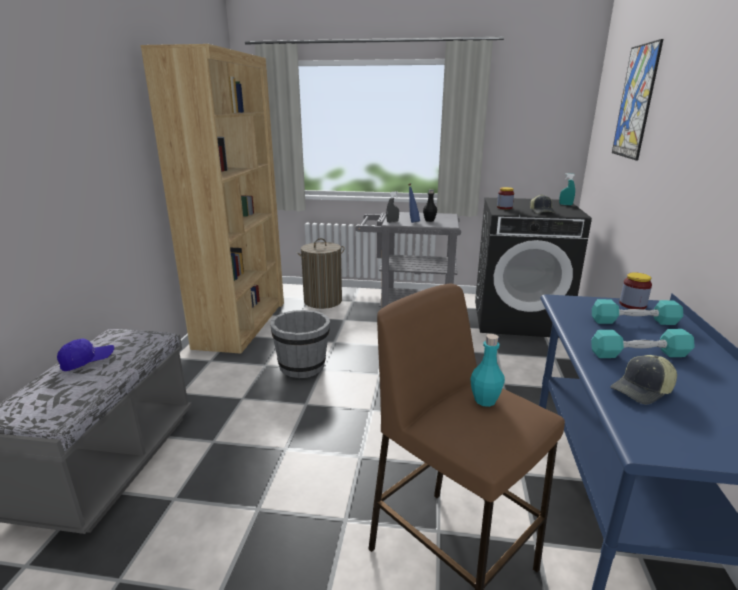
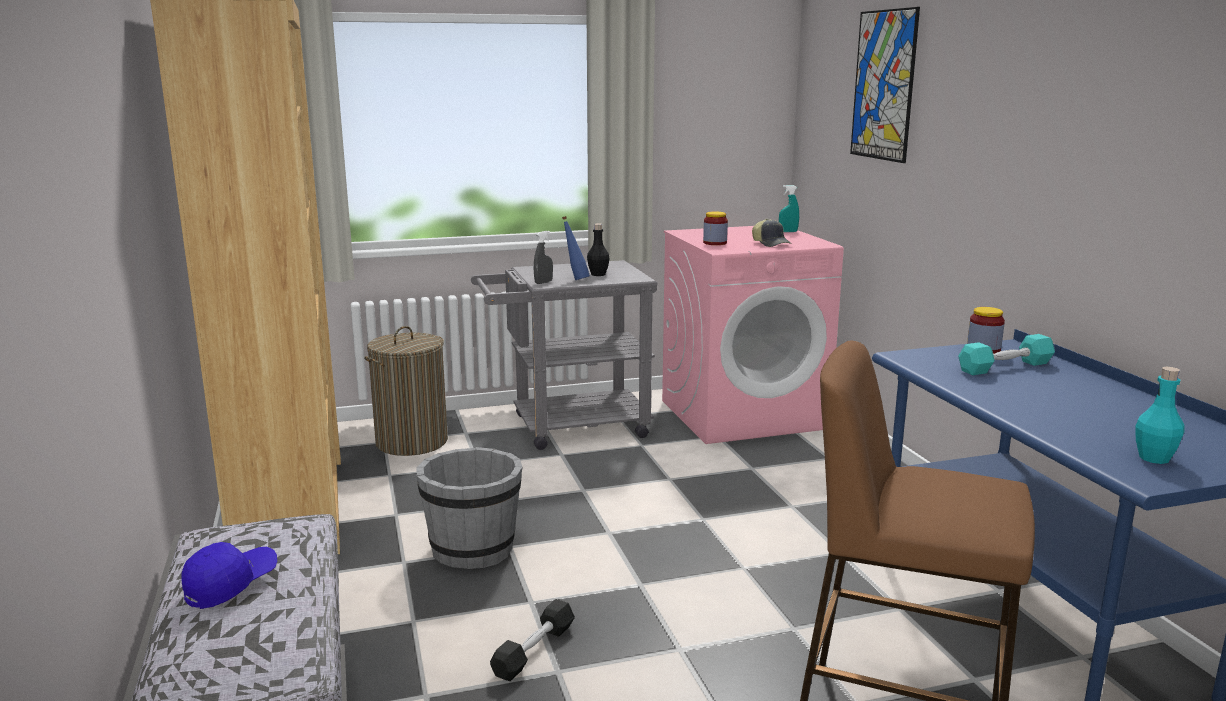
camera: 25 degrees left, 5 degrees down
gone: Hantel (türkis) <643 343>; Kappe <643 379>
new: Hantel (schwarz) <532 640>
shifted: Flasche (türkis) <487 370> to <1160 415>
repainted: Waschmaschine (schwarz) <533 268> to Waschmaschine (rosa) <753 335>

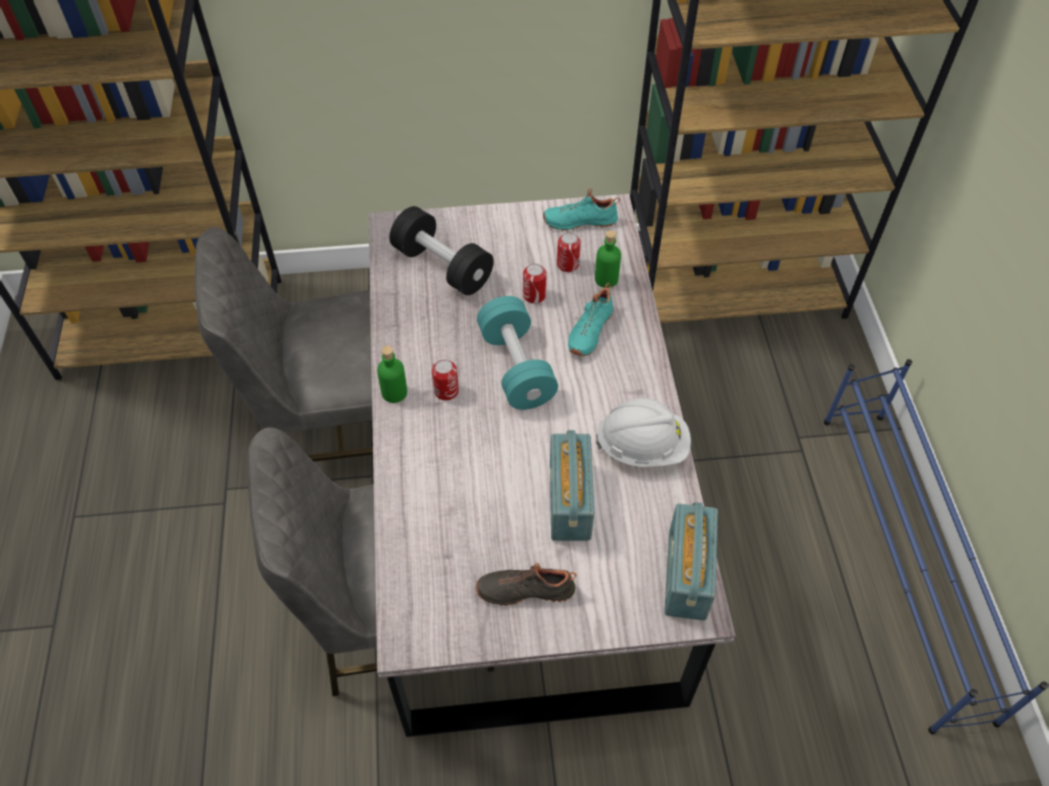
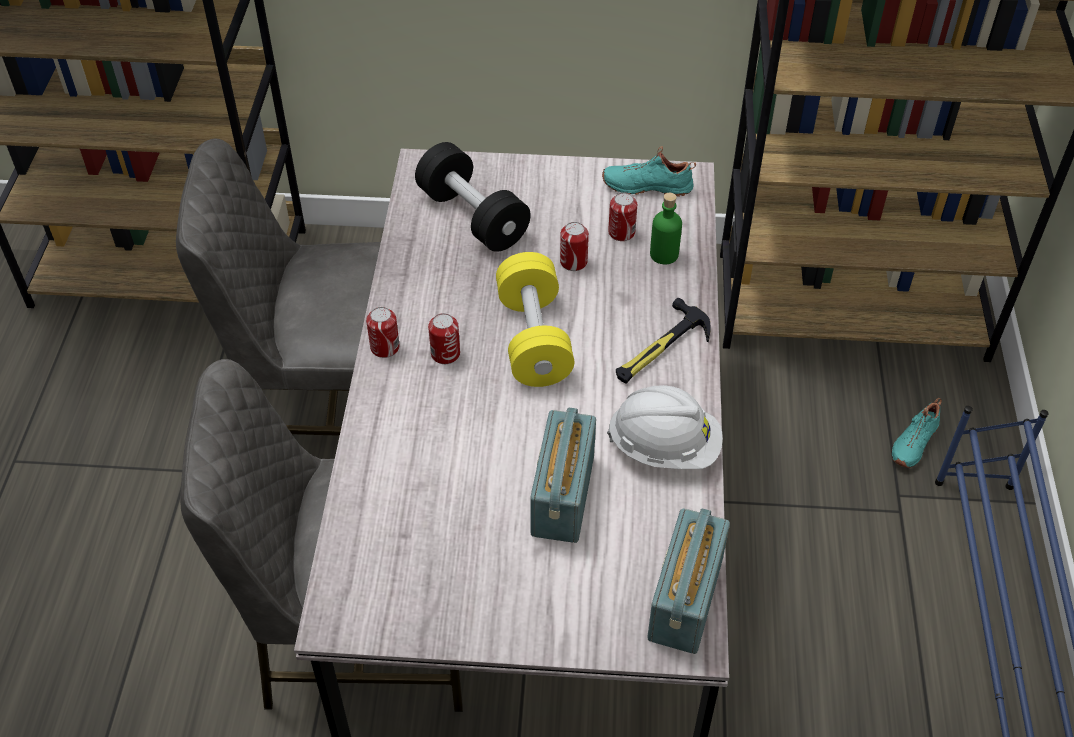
camera: 10 degrees right, 5 degrees down
gone: Schuh (schwarz) <526 584>
new: Hammer <663 341>
shifted: Schuh (türkis) <591 319> to <917 433>
swapped: Flasche (grün) <392 374> to Dose <383 332>
repainted: Hantel (türkis) <517 353> to Hantel (gelb) <535 319>

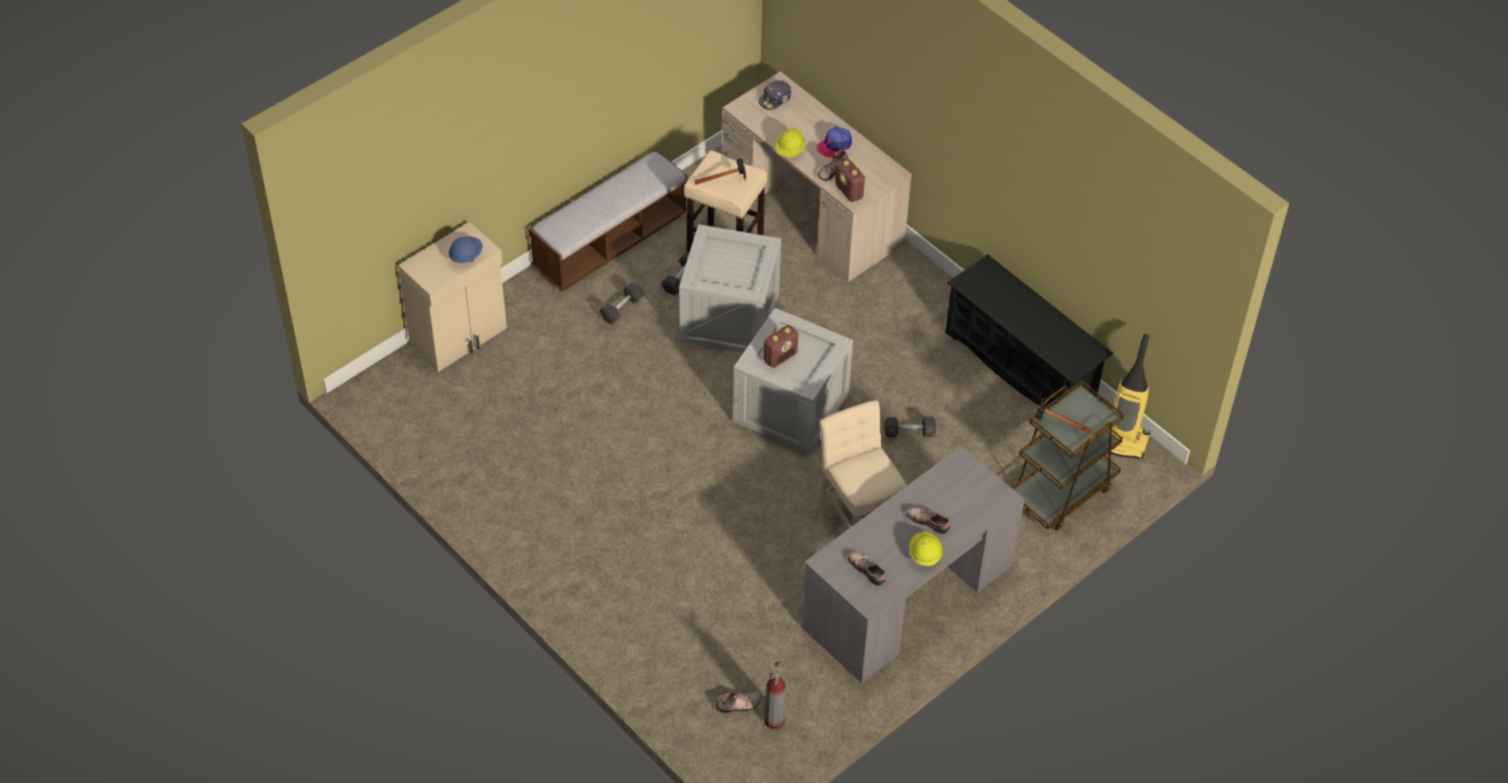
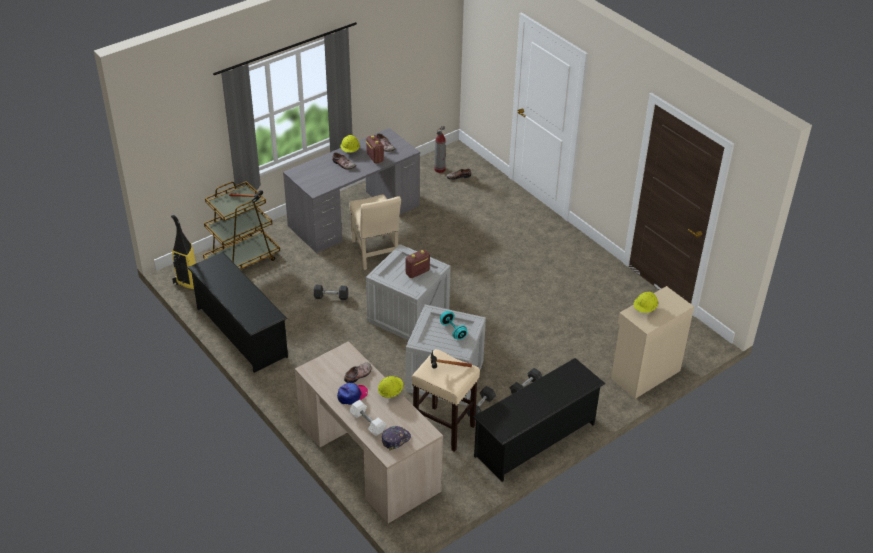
camera: 175 degrees left, 10 degrees down
new: Hantel (weiß) <367 418>; Hantel (türkis) <453 325>
shifted: Radio <850 180> to <374 149>
swapped: Bank <607 220> to Schuhregal (schwarz) <539 420>
repainted: Schutzhelm (blau) <466 249> to Schutzhelm (gelb) <646 302>

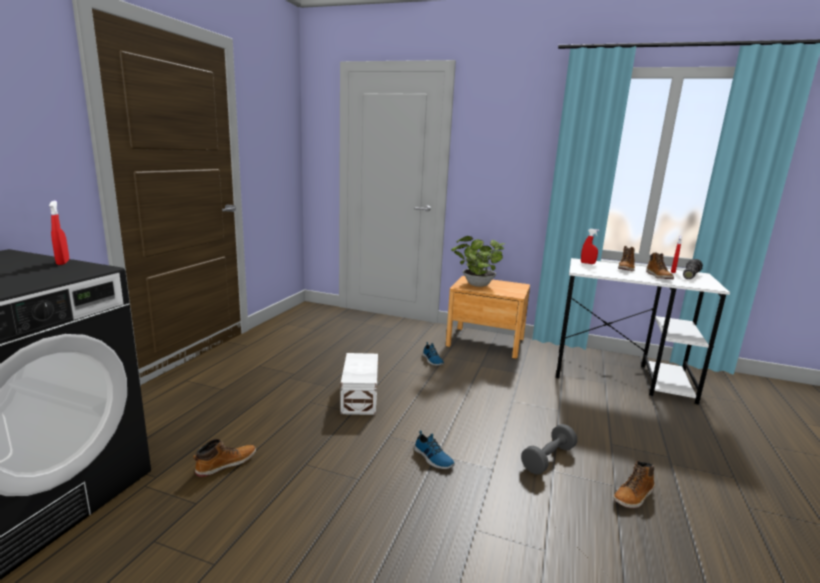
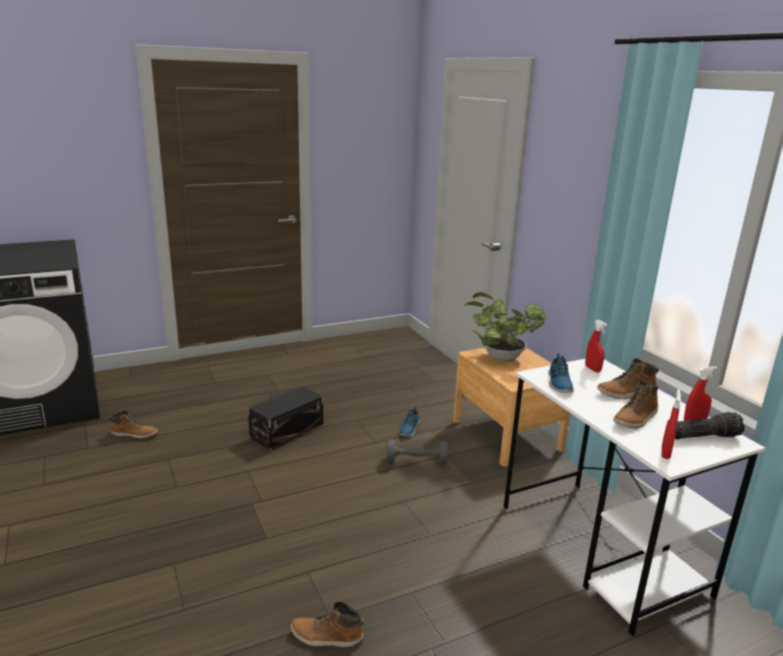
camera: 45 degrees right, 5 degrees up
shifted: Sprühflasche (rot) <59 232> to <671 424>; Schuh <434 449> to <561 373>; Hantel (grau) <549 449> to <417 452>
repainted: Aufbewahrungsbox (weiß) <359 384> to Aufbewahrungsbox (schwarz) <285 418>

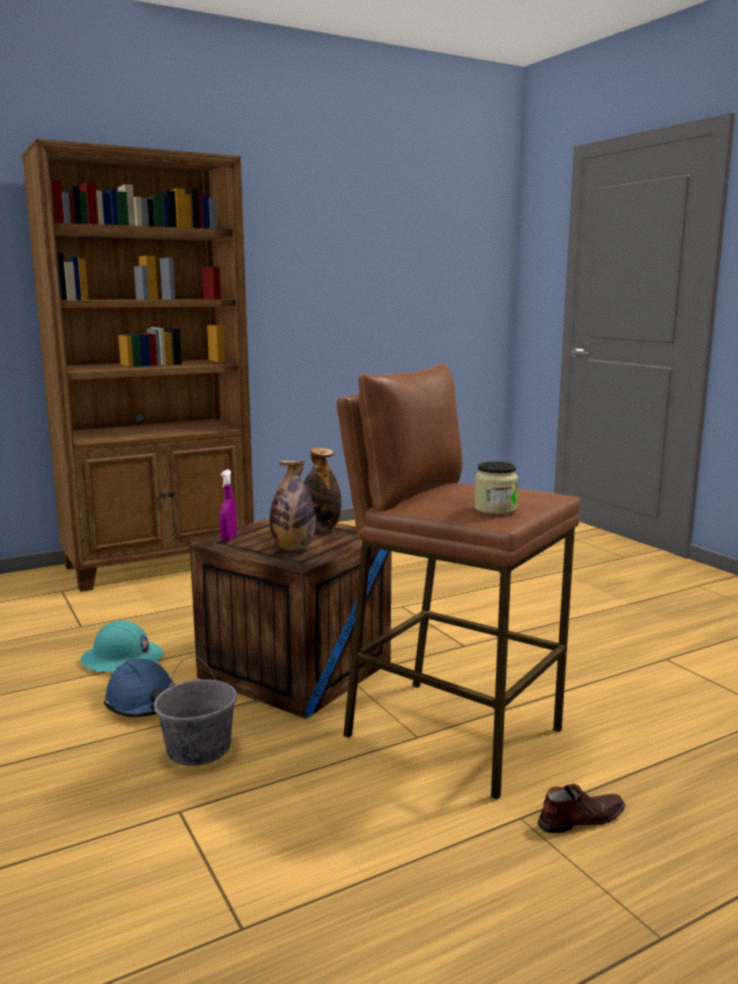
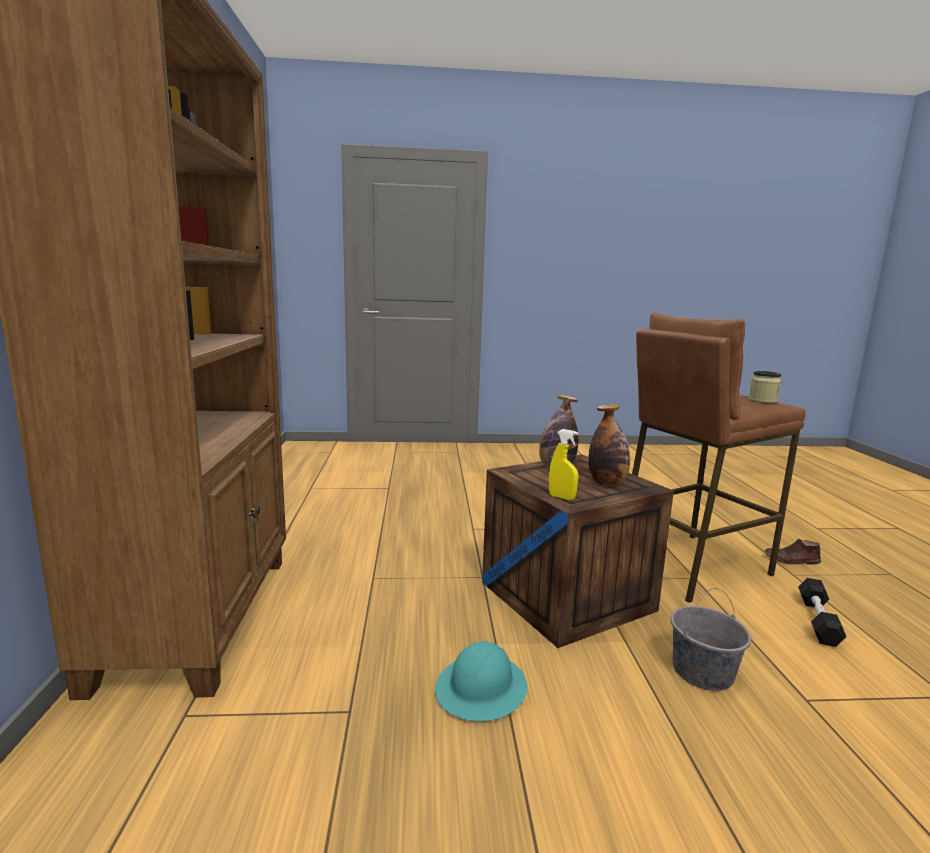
camera: 65 degrees left, 0 degrees up
gone: Schutzhelm (blau) <139 687>
new: Hantel (schwarz) <822 612>
repainted: Sprühflasche (lila) <228 505> to Sprühflasche (gelb) <563 464>
rotated: Schuh (braun) <581 808> = <792 552> 90 degrees counterclockwise

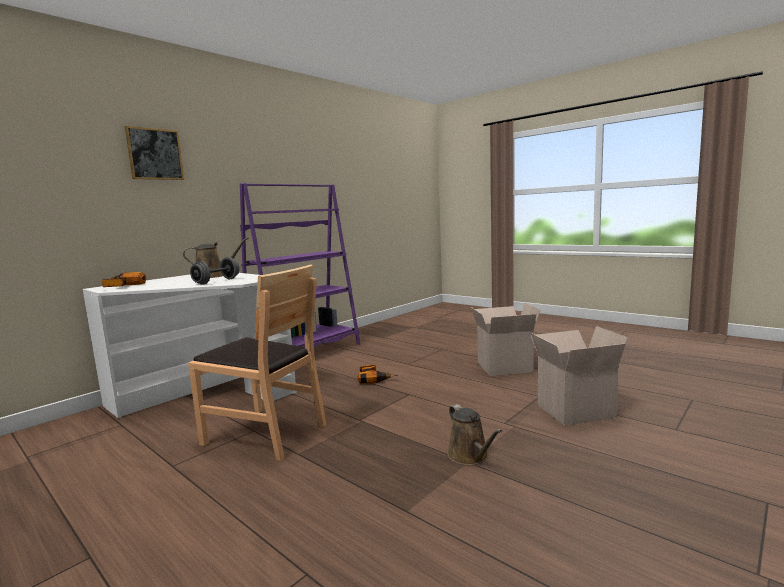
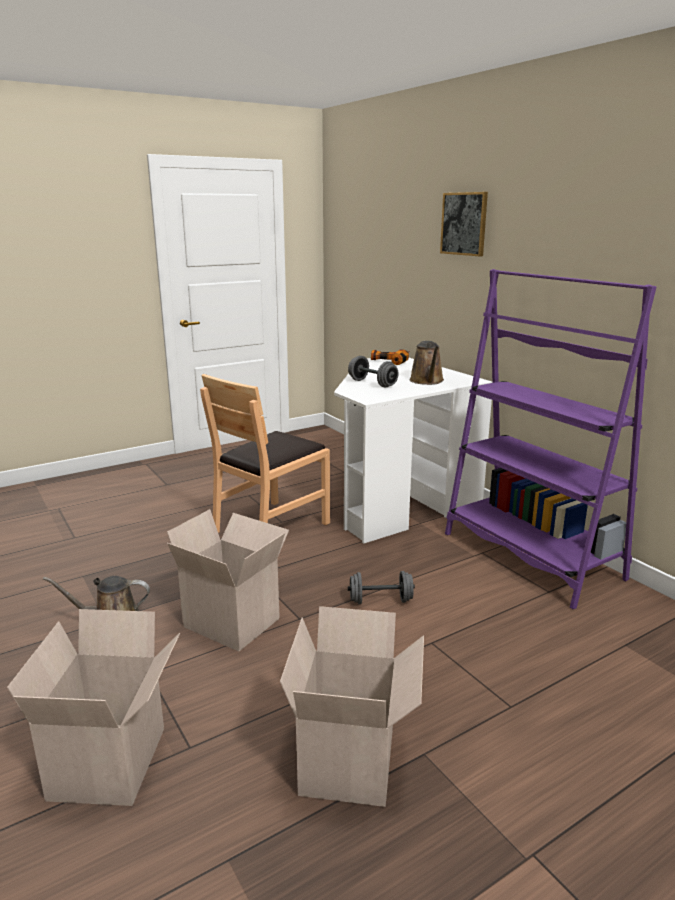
camera: 105 degrees right, 10 degrees up
new: Karton <228 580>
swapped: Bohrmaschine <378 374> to Hantel (grau) <381 587>

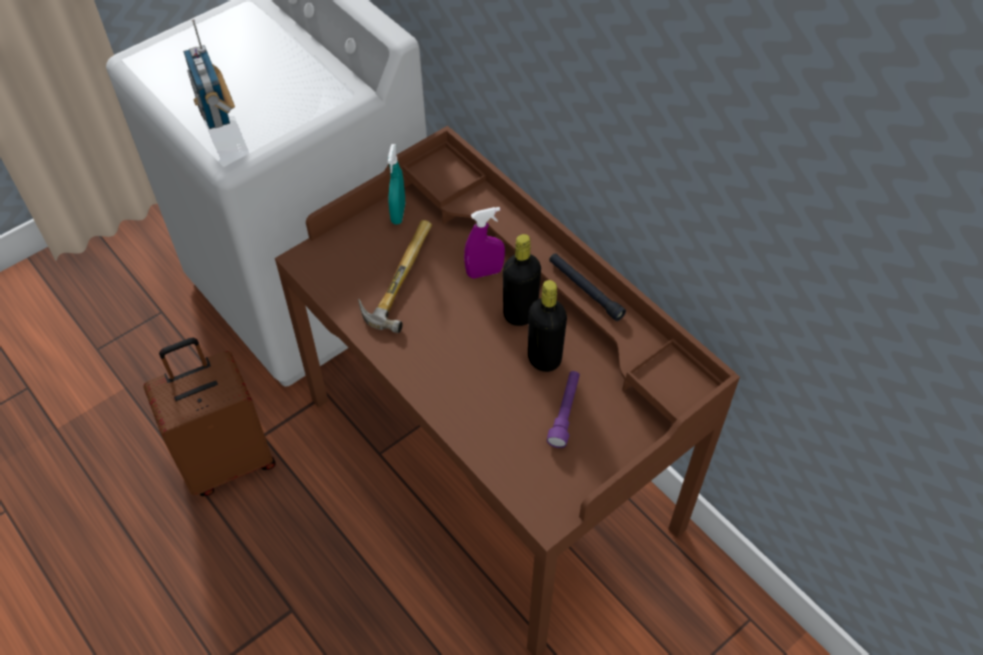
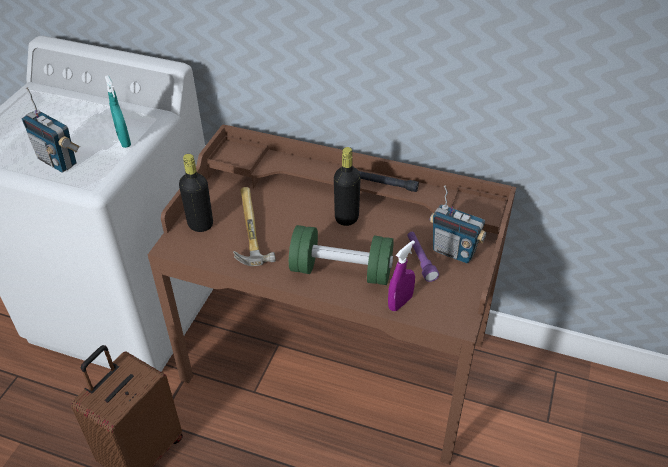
camera: 30 degrees left, 10 degrees down
new: Hantel (grün) <341 255>; Radio <458 224>
shifted: Sprühflasche (türkis) <396 184> to <118 111>; Sprühflasche (lila) <484 243> to <401 275>; Flasche (schwarz) <547 326> to <196 193>

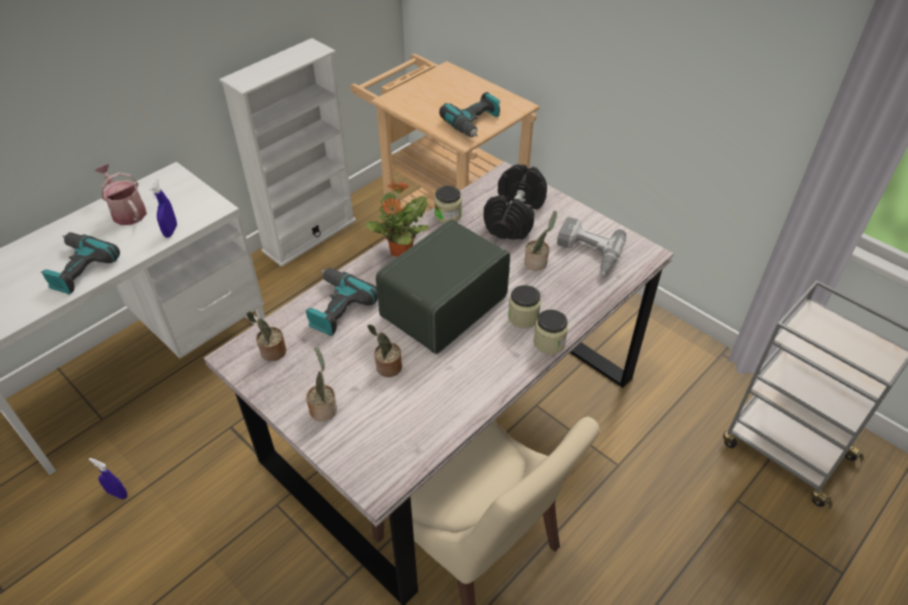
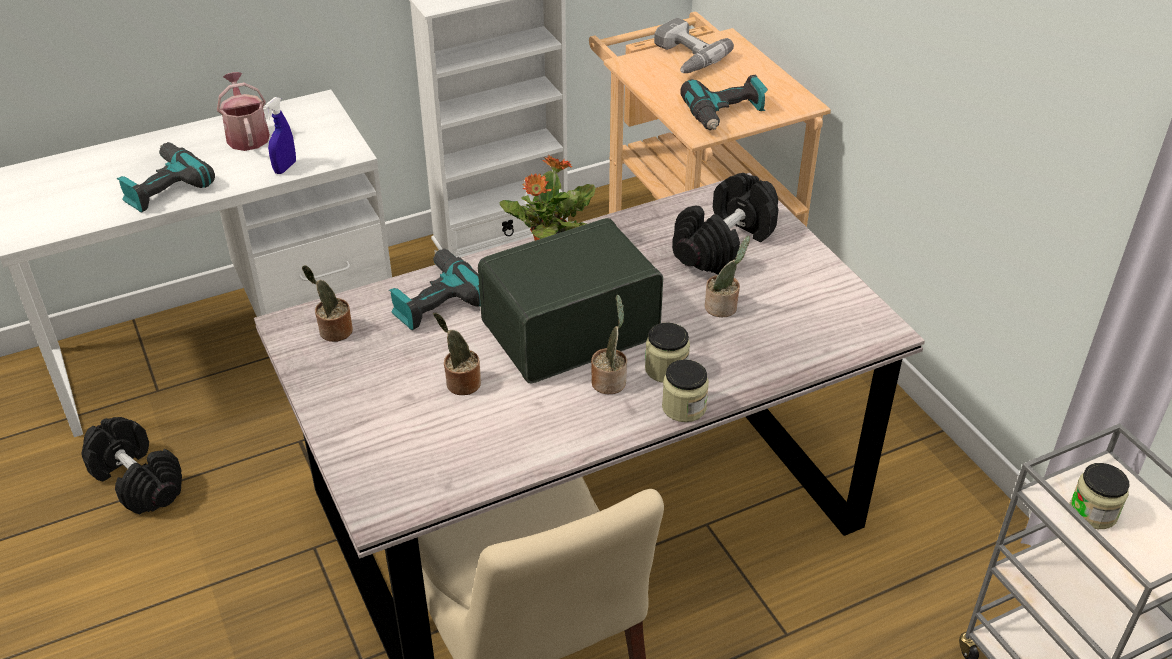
camera: 20 degrees right, 5 degrees down
shifted: Topfpflanze <321 384> to <609 344>; Vorratsglas <448 205> to <1099 496>; Bohrmaschine <591 246> to <694 45>
swapped: Sprühflasche (blau) <108 479> to Hantel (schwarz) <132 465>

